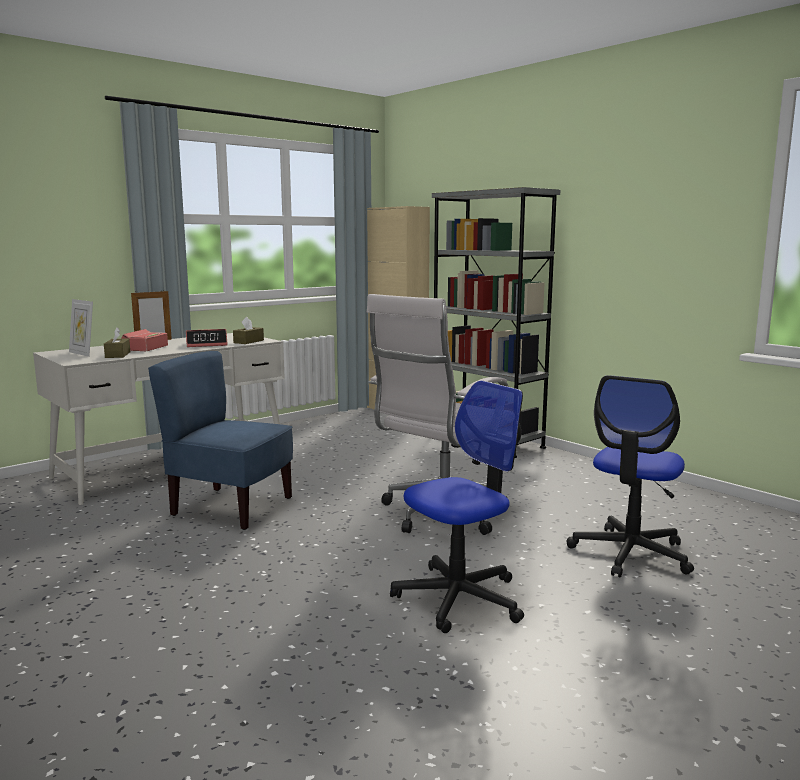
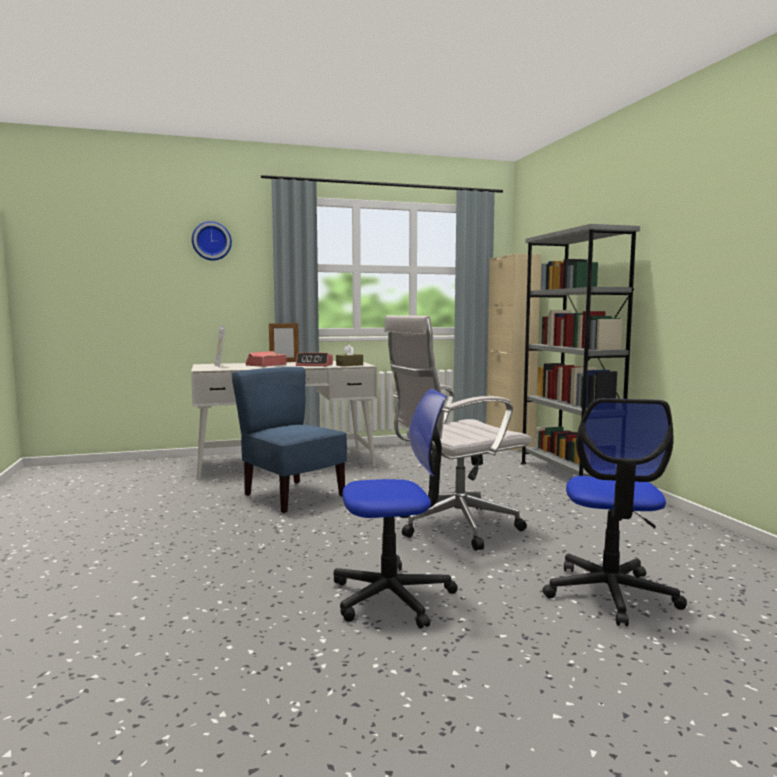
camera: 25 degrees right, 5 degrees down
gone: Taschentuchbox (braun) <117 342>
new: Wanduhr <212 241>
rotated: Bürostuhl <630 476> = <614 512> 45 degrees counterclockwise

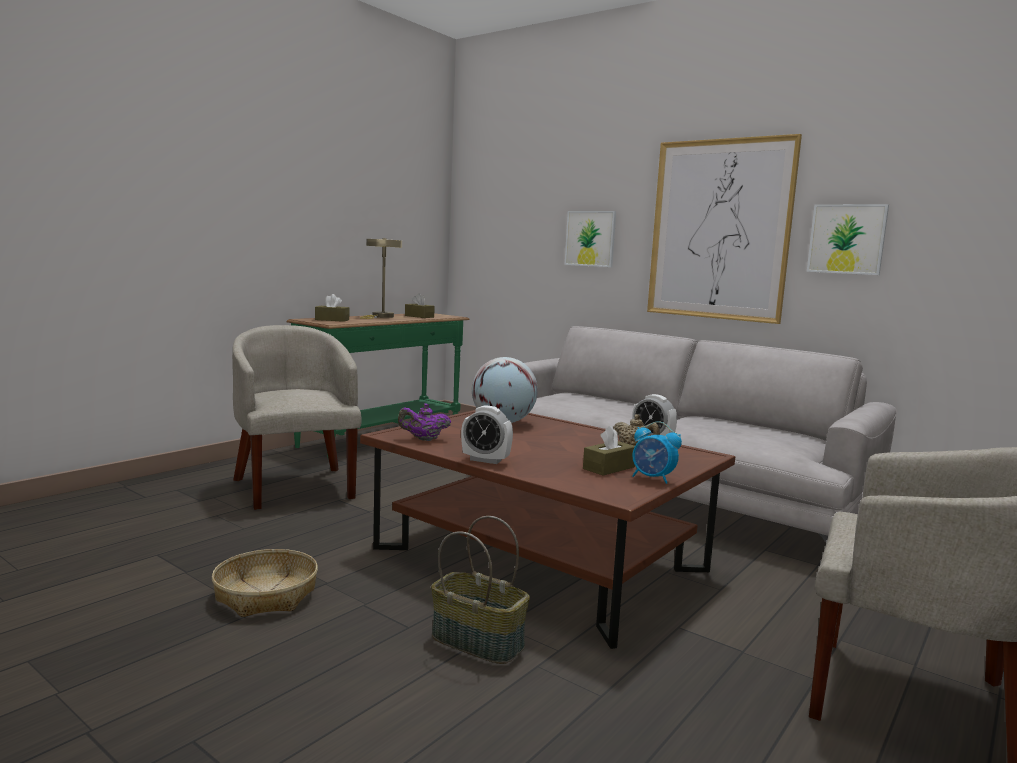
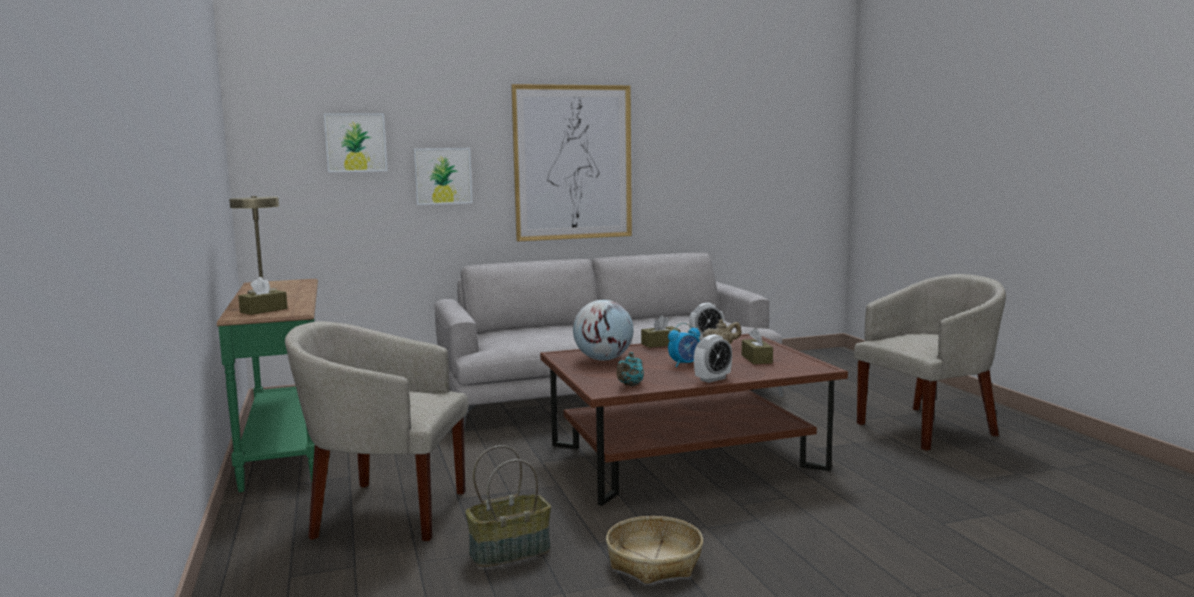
camera: 55 degrees left, 0 degrees up
shifted: Taschentuchbox (braun) <420 305> to <660 331>; Korb <480 590> to <508 506>; Wecker <657 452> to <684 345>; Bild <848 239> to <355 142>
repainted: Teekanne (lila) <424 422> to Teekanne (türkis) <630 369>

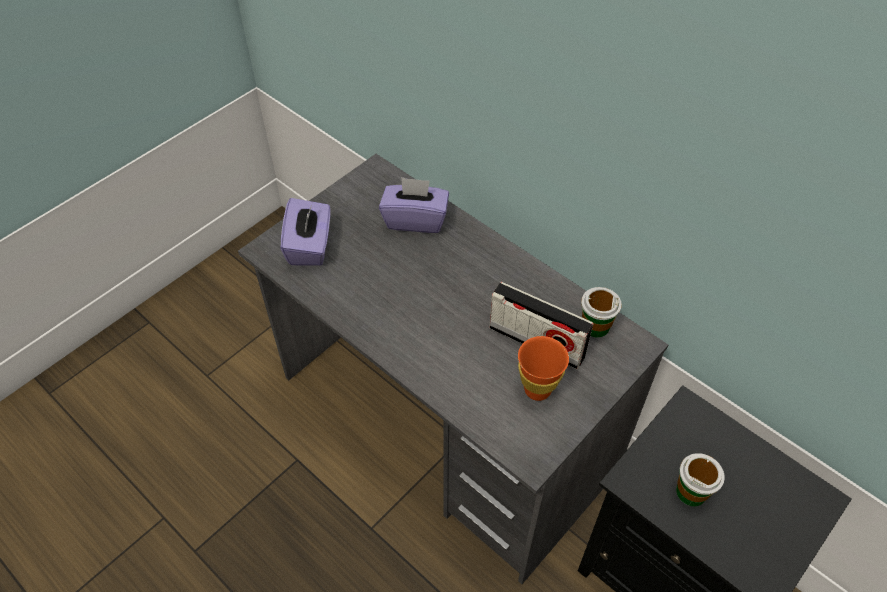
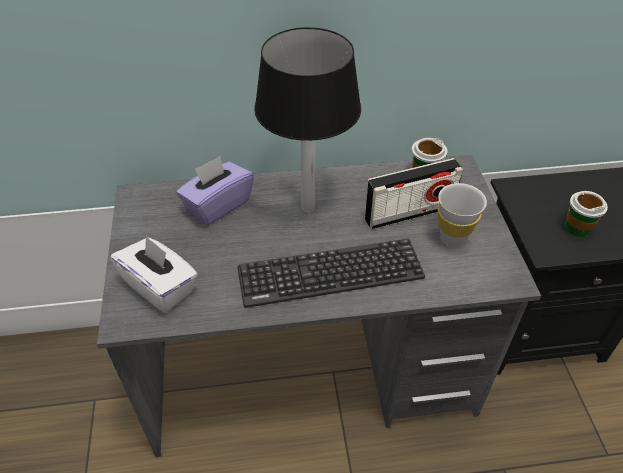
camera: 50 degrees left, 5 degrees down
new: Tastatur <331 273>; Tischlampe <307 120>
repainted: Taschentuchbox (lila) <306 232> to Taschentuchbox (weiß) <154 274>; Tasse (orange) <543 368> to Tasse (weiß) <462 215>

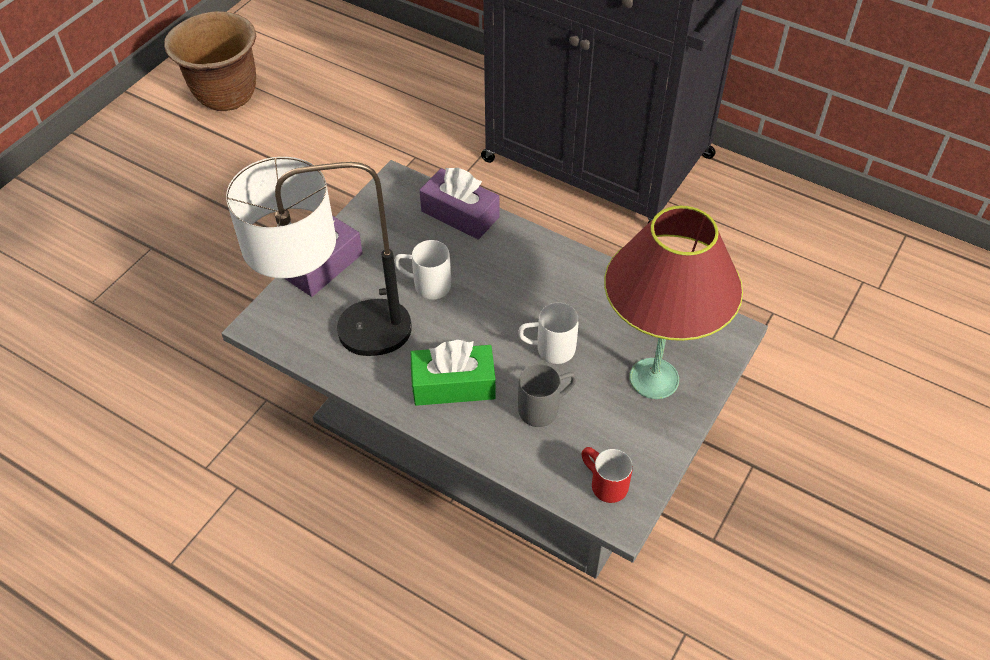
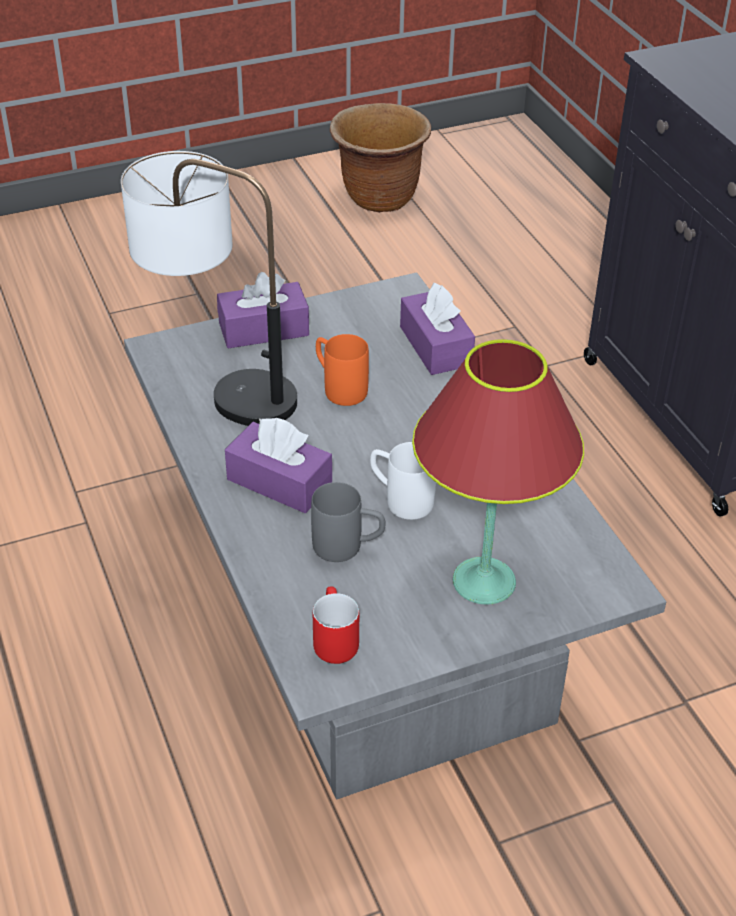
camera: 35 degrees right, 10 degrees down
repainted: Henkelbecher (weiß) <423 270> to Henkelbecher (orange) <342 370>; Taschentuchbox (grün) <453 373> to Taschentuchbox (lila) <278 465>

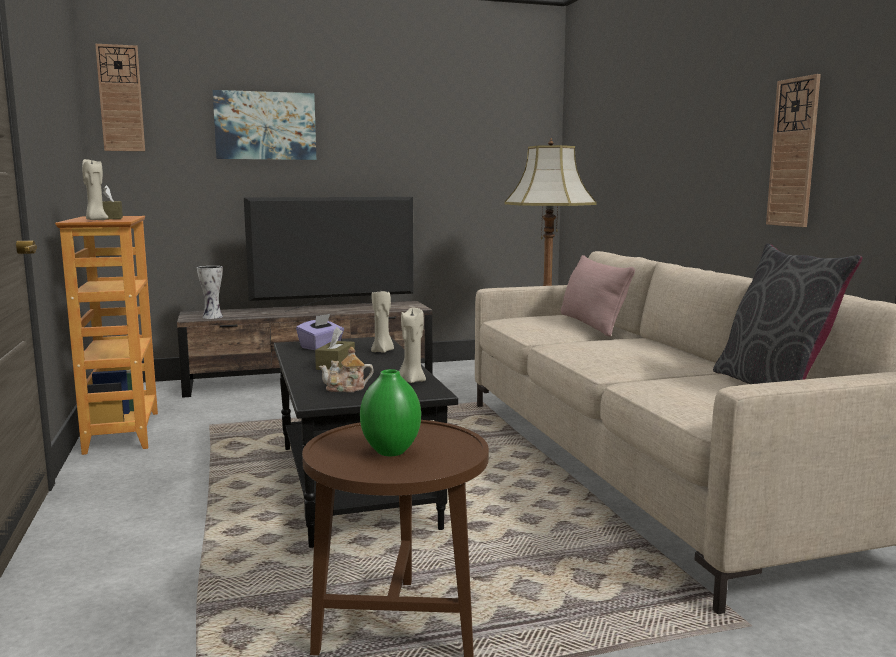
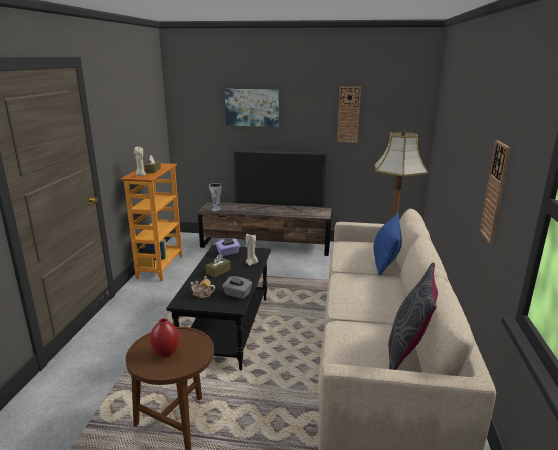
camera: 25 degrees right, 10 degrees up
shifted: Wanduhr <120 97> to <349 115>
swapped: Kerze (beige) <412 345> to Taschentuchbox (grau) <237 287>
repainted: Vase (grün) <390 412> to Vase (rot) <164 337>; Kissen (rosa) <598 296> to Kissen (blau) <388 244>

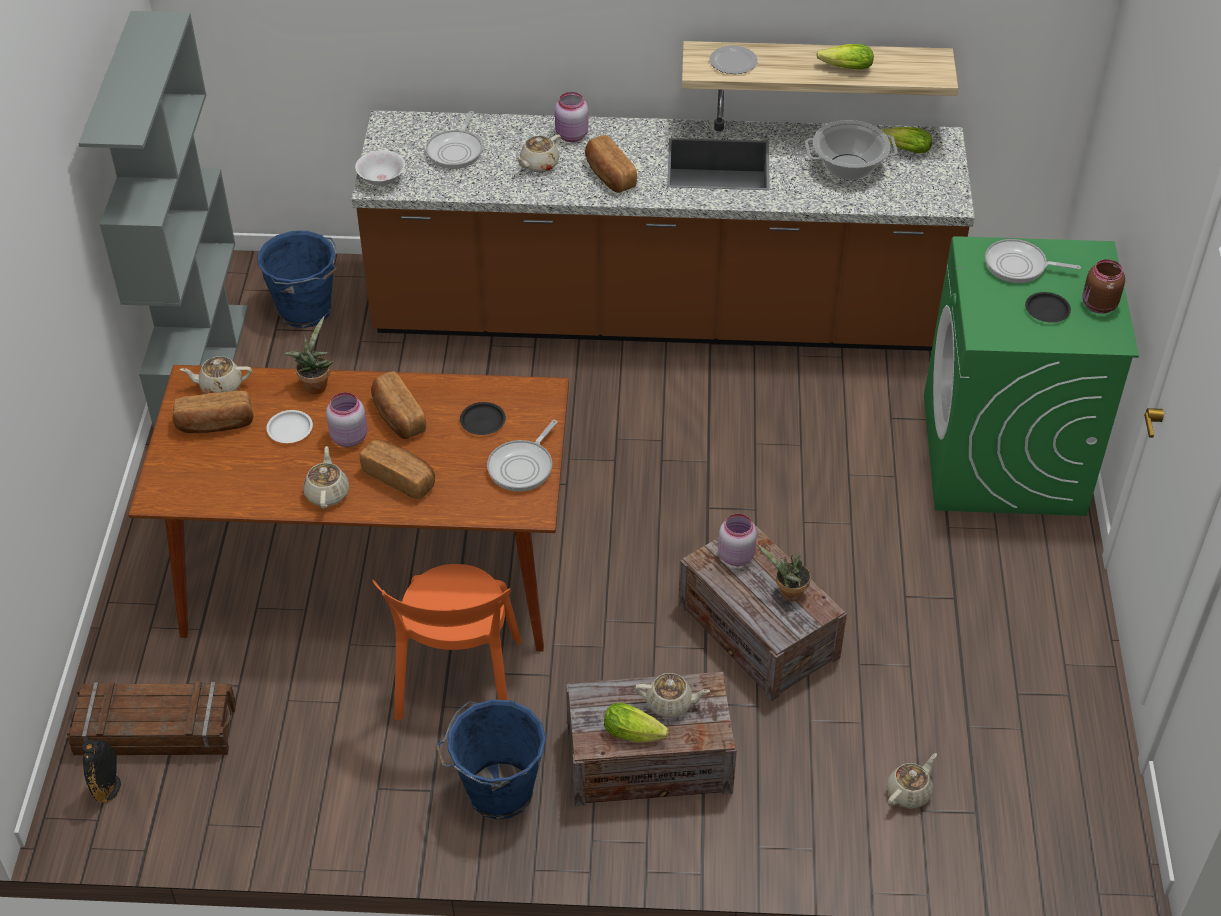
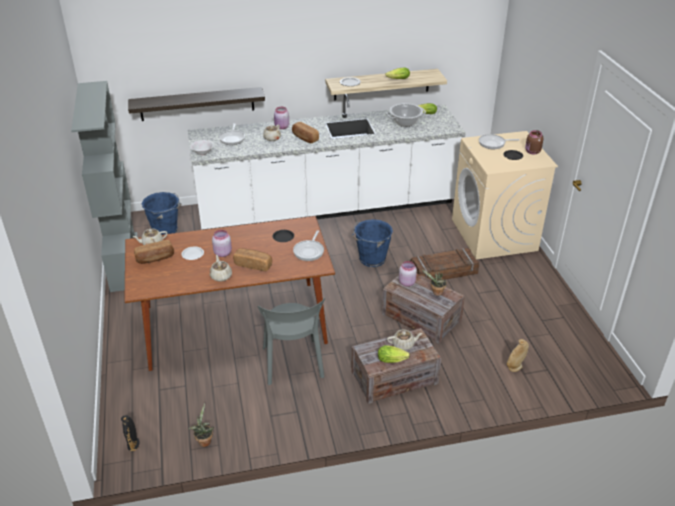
camera: 15 degrees left, 10 degrees down
gone: Brot <398 405>
new: Wandregal <196 104>
shifted: Kiste <151 718> to <445 264>; Topfpflanze <308 355> to <201 425>; Eimer (blau) <491 759> to <372 243>
swapped: Teekanne (beige) <912 780> to Vase (beige) <518 355>
repainted: Küchenzeile (braun) <663 220> to Küchenzeile (weiß) <327 162>; Stuhl (orange) <447 642> to Stuhl (grau) <291 341>; Waschmaschine (grün) <1031 376> to Waschmaschine (beige) <505 195>

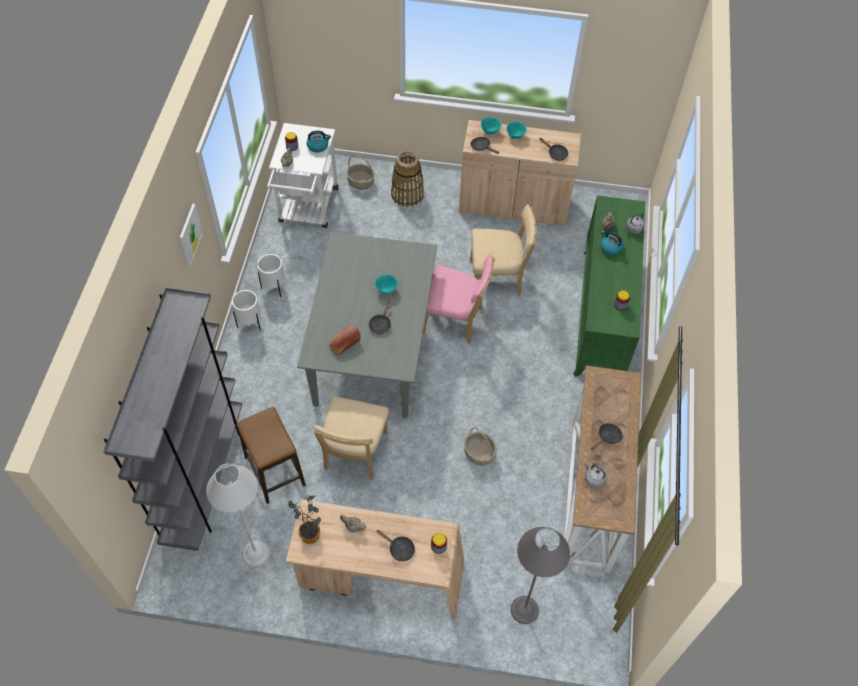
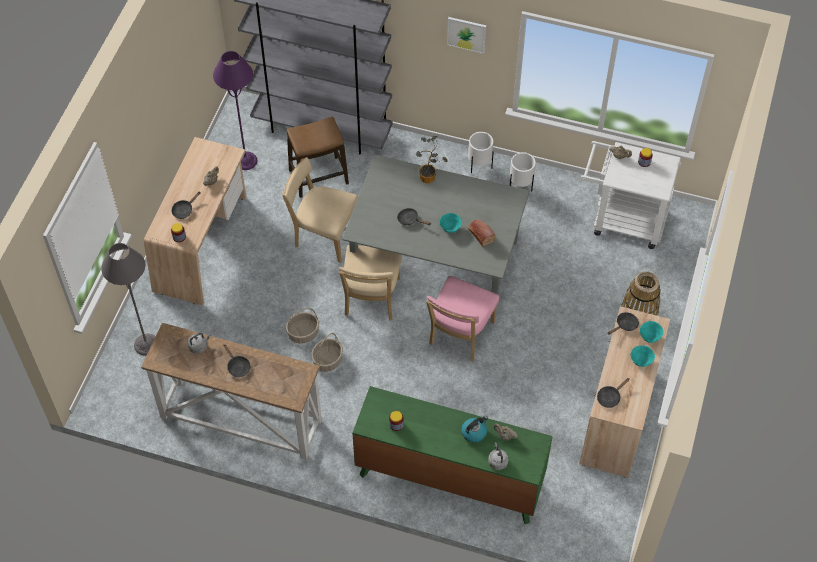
camera: 100 degrees right, 0 degrees up
gone: Wasserkessel <319 142>
shifted: Topfpflanze <304 519> to <432 159>; Brot <345 339> to <482 233>; Korb <360 172> to <327 352>; Stuhl (beige) <503 250> to <370 283>
repainted: Stehlampe (grau) <238 515> to Stehlampe (lila) <235 110>

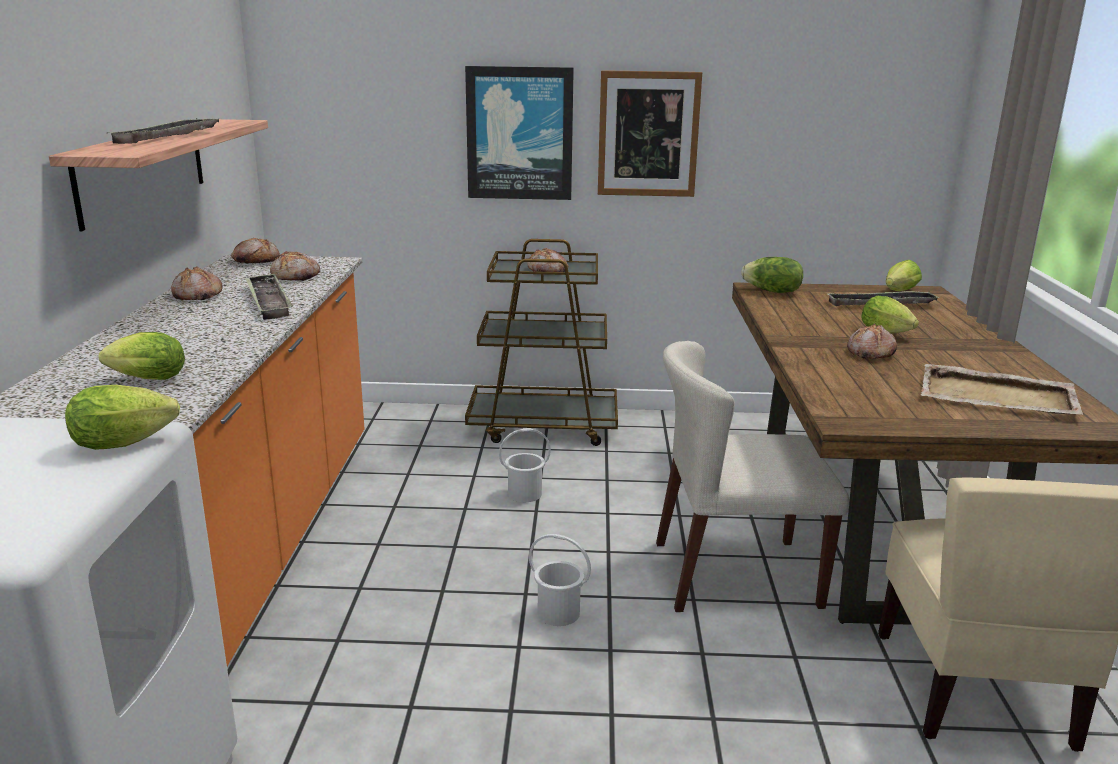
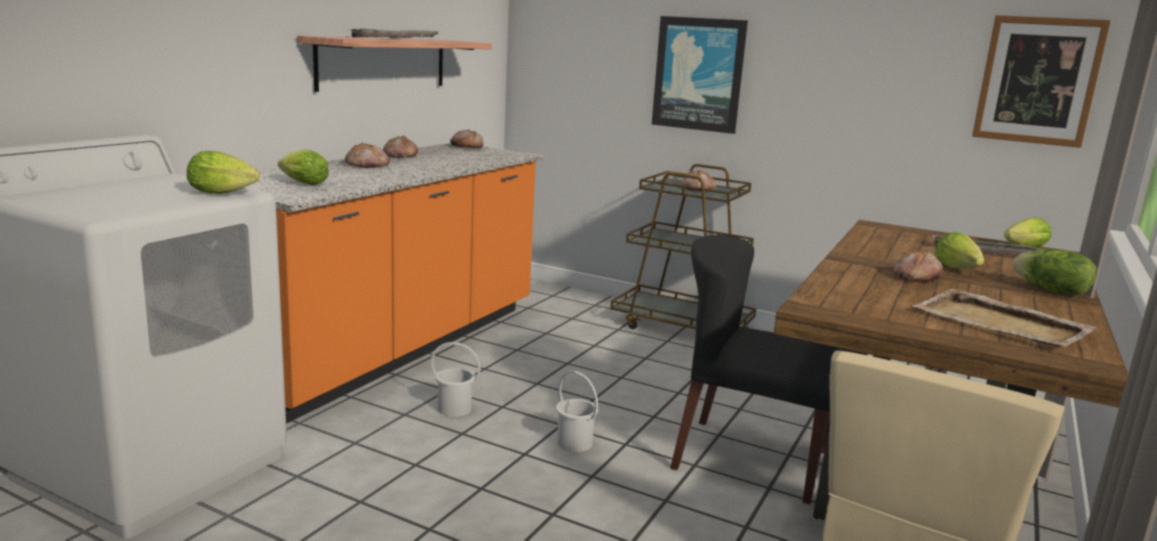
camera: 25 degrees right, 5 degrees down
gone: Tablett <269 297>
shifted: Brot <295 266> to <367 155>; Eimer (weiß) <525 465> to <456 379>; Bild <650 133> to <1041 81>; Salatkopf <772 275> to <1055 271>
repainted: Stuhl (beige) <752 476> to Stuhl (schwarz) <756 369>

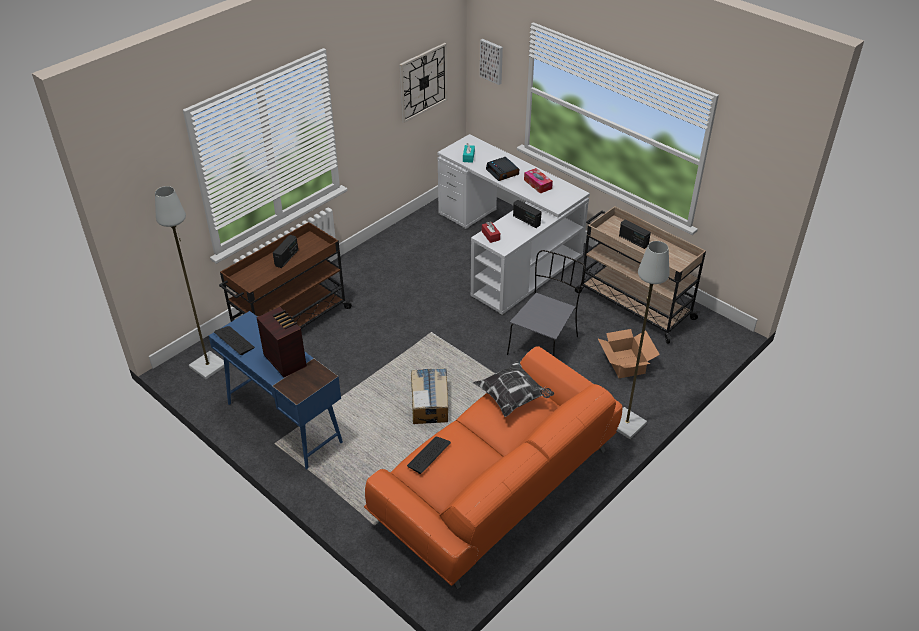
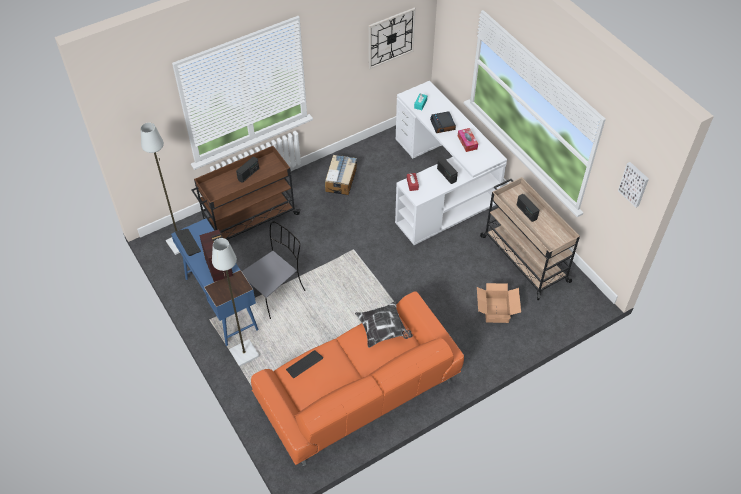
camera: 15 degrees right, 10 degrees up
shifted: Karton <429 396> to <341 175>; Bild <491 62> to <633 184>; Stuhl (grau) <546 303> to <273 270>; Stehlampe (grau) <643 340> to <235 302>

